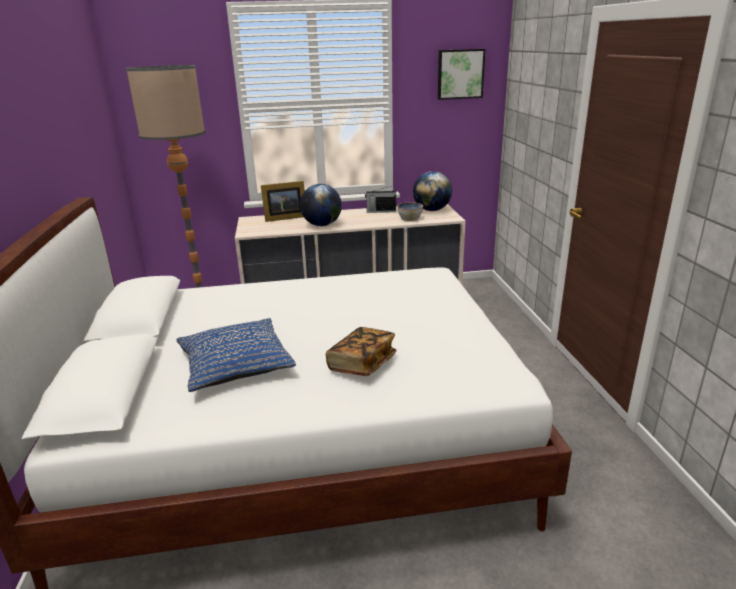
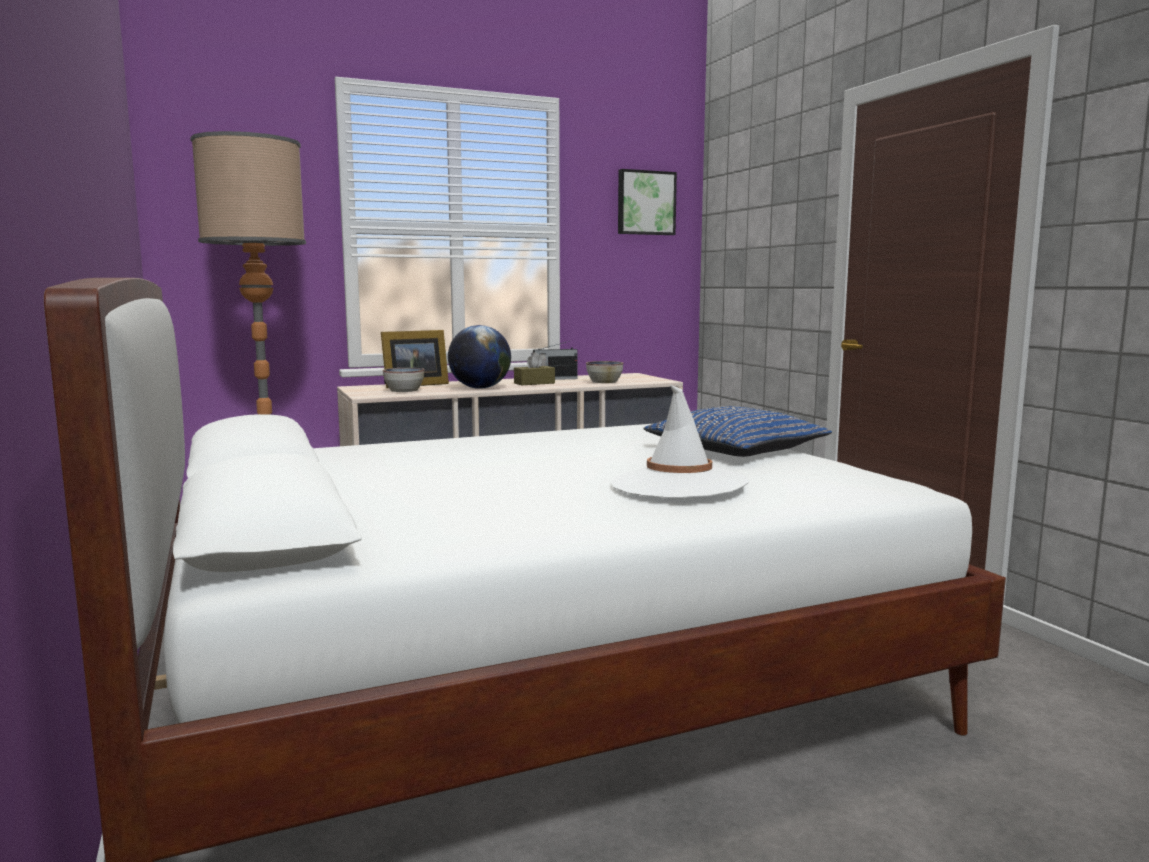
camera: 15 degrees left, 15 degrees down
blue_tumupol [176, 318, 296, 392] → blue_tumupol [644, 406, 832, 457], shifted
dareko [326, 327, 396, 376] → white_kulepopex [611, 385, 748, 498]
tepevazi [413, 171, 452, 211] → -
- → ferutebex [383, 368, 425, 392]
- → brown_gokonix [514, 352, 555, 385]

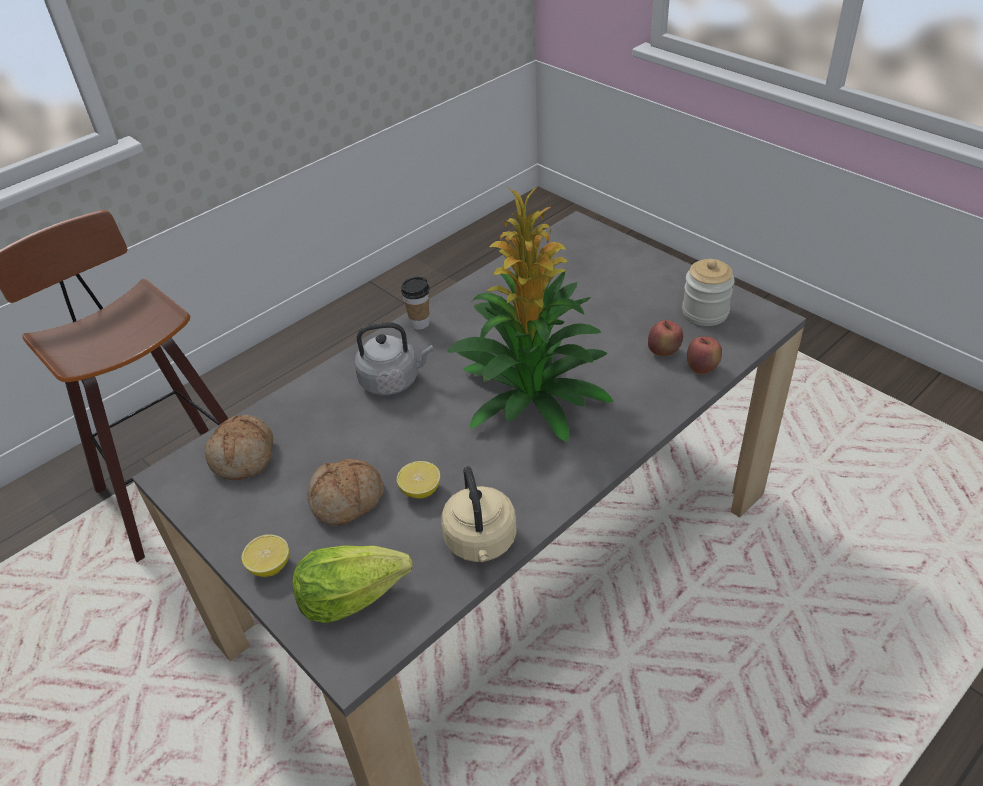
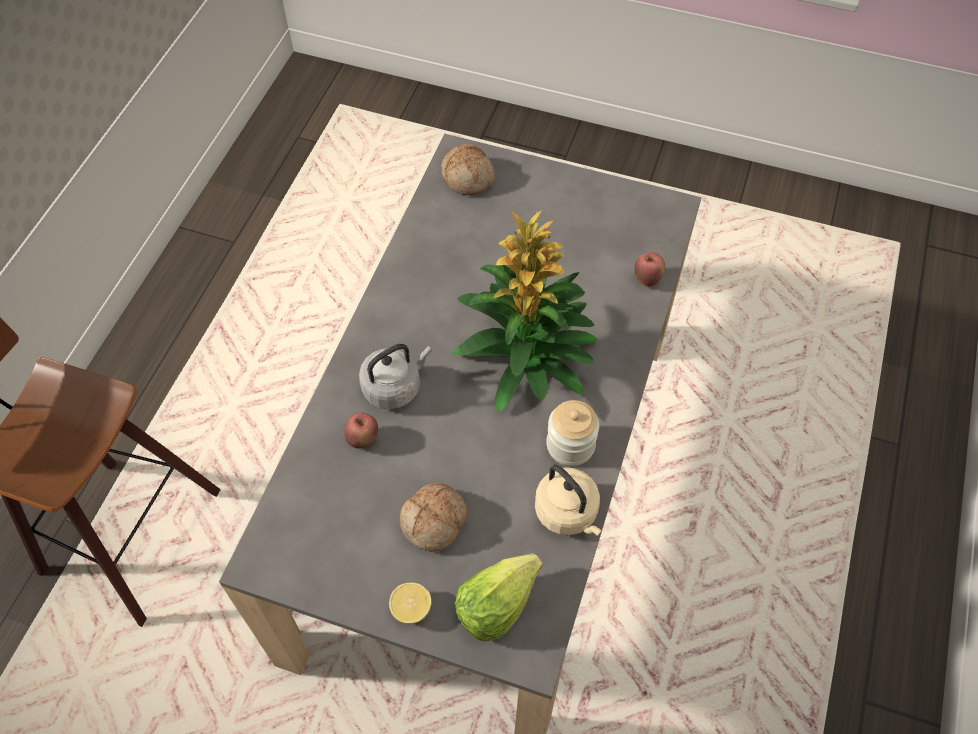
camera: 30 degrees left, 15 degrees up
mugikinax [205, 415, 273, 480] → mugikinax [441, 144, 495, 195], shifted
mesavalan [397, 461, 441, 499] → -
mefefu [401, 277, 430, 330] → -
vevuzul [648, 320, 683, 356] → vevuzul [344, 413, 378, 449], shifted
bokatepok [682, 259, 735, 326] → bokatepok [546, 400, 599, 466], shifted

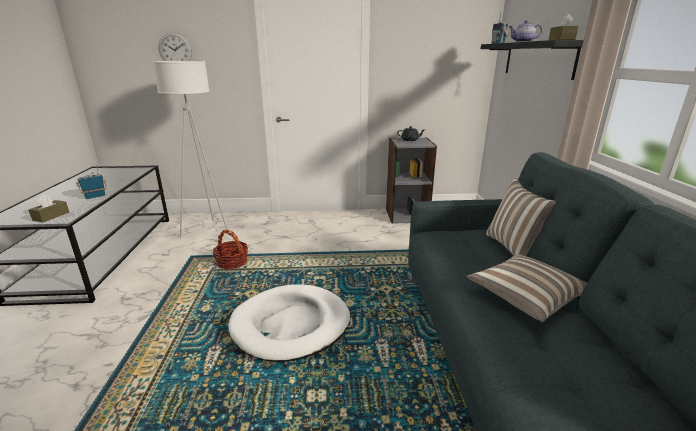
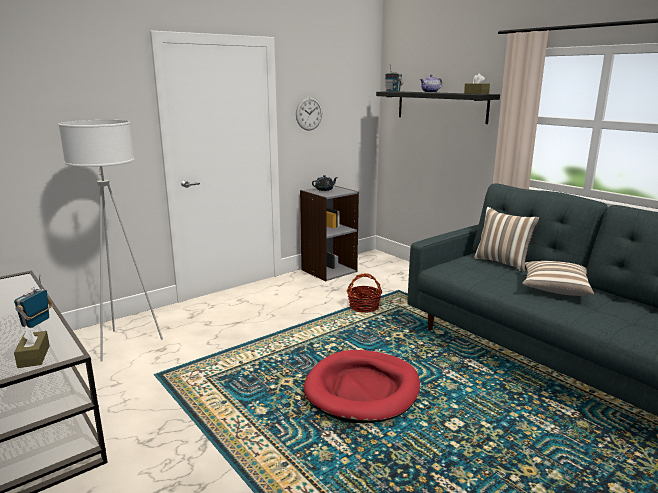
camera: 35 degrees left, 5 degrees down
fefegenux [158, 32, 192, 61] → fefegenux [296, 97, 322, 131], shifted
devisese [213, 230, 248, 270] → devisese [347, 273, 382, 313], shifted
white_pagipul [228, 284, 350, 362] → red_pagipul [304, 350, 420, 423]

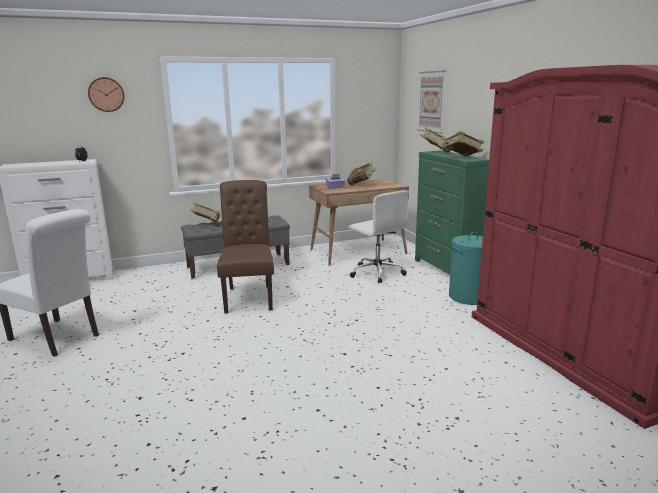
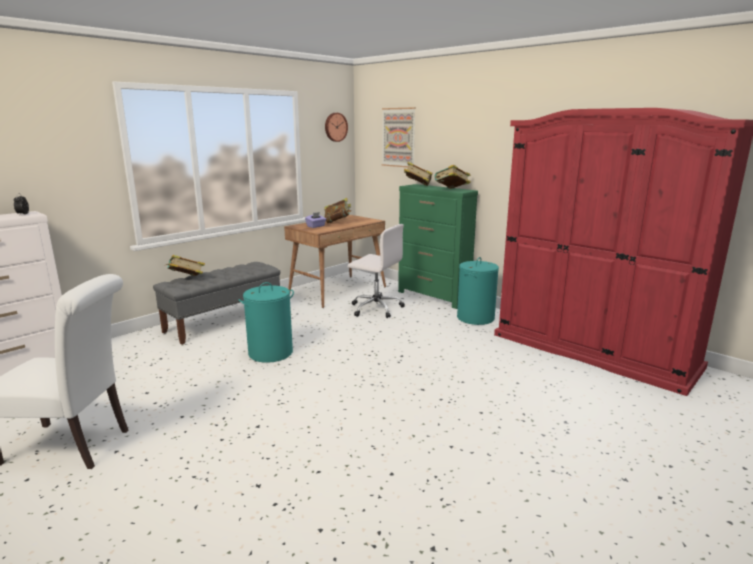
camera: 25 degrees left, 0 degrees up
fefegenux [88, 77, 125, 112] → fefegenux [325, 113, 348, 142], shifted
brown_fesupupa [217, 180, 274, 314] → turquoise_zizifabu [239, 282, 294, 363]

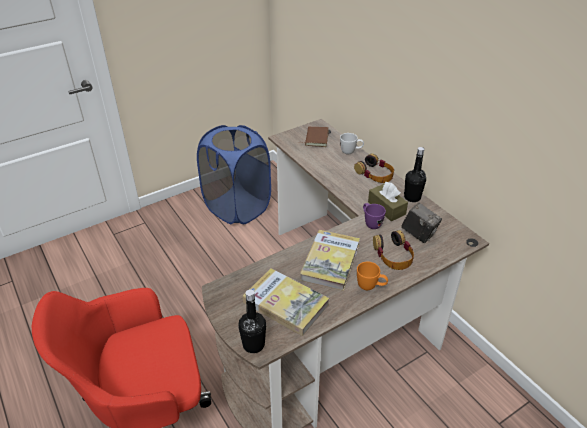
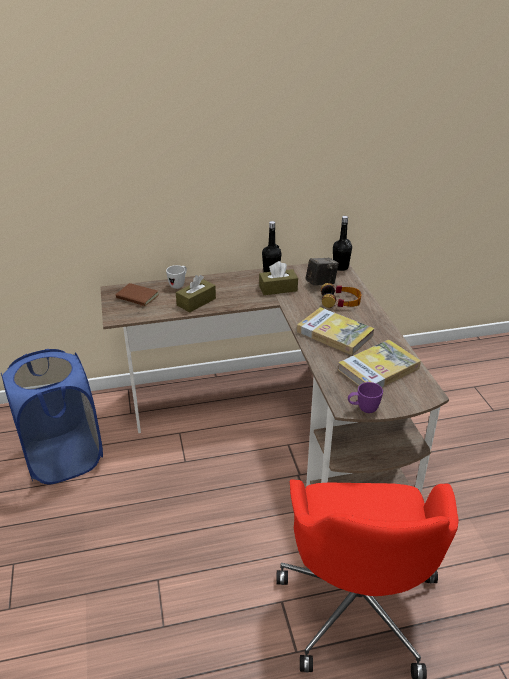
camera: 70 degrees left, 5 degrees down
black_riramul [238, 289, 266, 353] → black_riramul [333, 216, 352, 271], shifted
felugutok [354, 154, 394, 183] → -
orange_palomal [357, 261, 388, 290] → -
purple_palomal [363, 203, 386, 229] → purple_palomal [348, 382, 383, 413], shifted
- → brown_gokonix [176, 275, 216, 313]

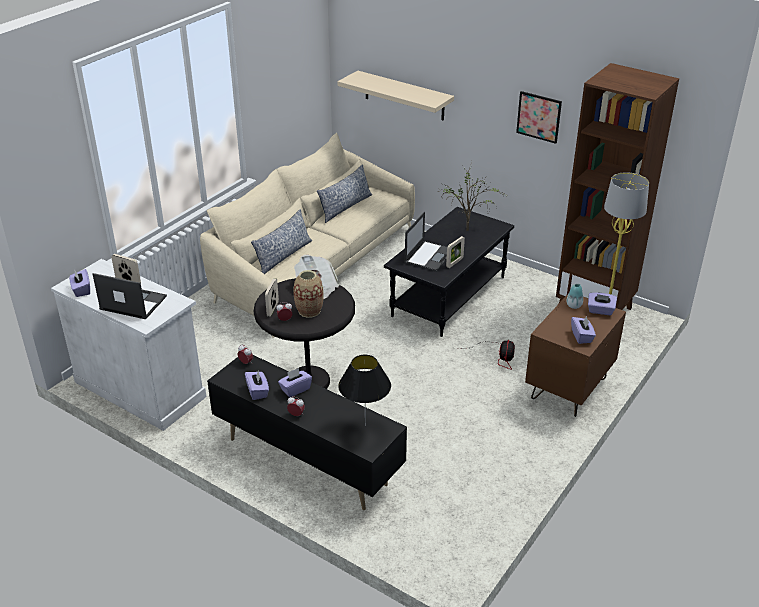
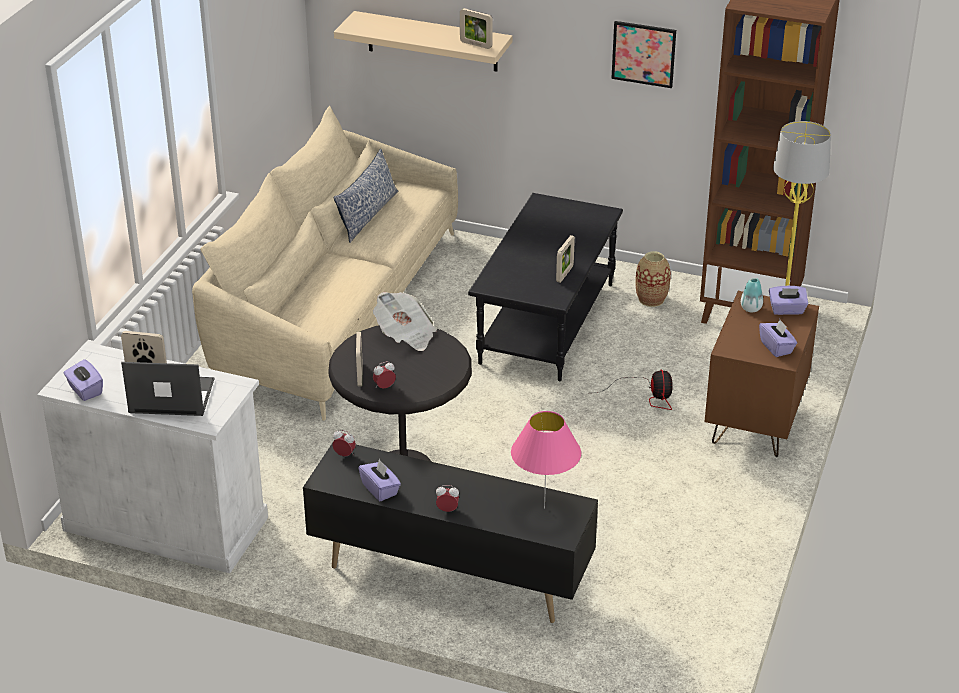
camera: 15 degrees left, 0 degrees up
tumupol [251, 209, 312, 274] → -
purple_gokonix [278, 368, 312, 397] → -
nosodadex [293, 270, 324, 318] → nosodadex [636, 251, 671, 307], shifted
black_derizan [338, 355, 391, 426] → pink_derizan [511, 411, 581, 509]
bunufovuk [404, 212, 447, 272] → -
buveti [438, 165, 507, 231] → -
- → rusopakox [460, 8, 492, 49]

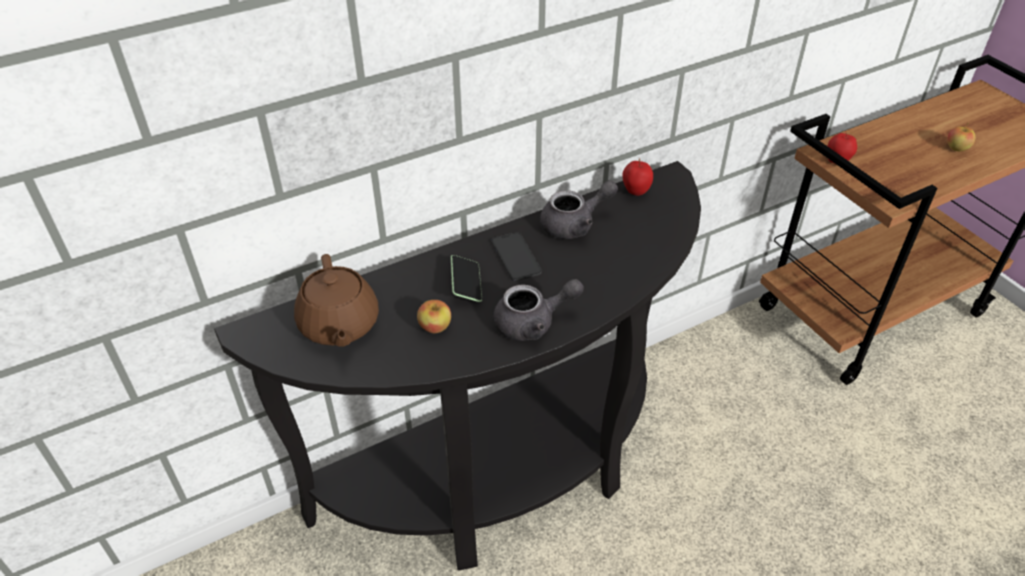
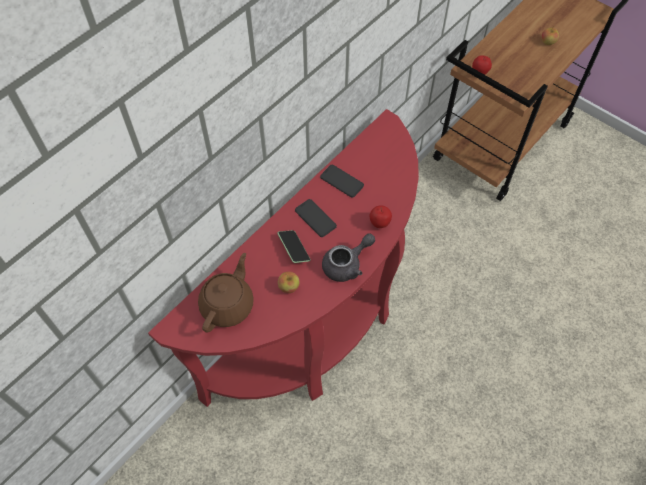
camera: 20 degrees left, 15 degrees up
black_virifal [214, 161, 701, 571] → red_virifal [148, 109, 419, 407]
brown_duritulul [294, 254, 379, 347] → brown_duritulul [198, 253, 254, 333], 120 degrees counterclockwise
grey_duritulul [540, 180, 618, 239] → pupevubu [320, 165, 364, 198]
vevuzul [623, 158, 653, 196] → vevuzul [370, 205, 392, 228], shifted

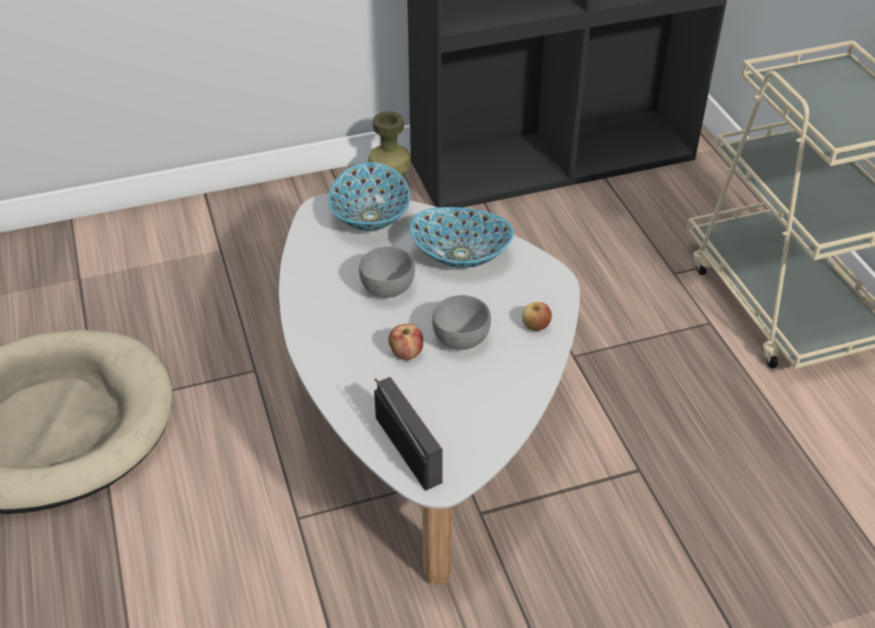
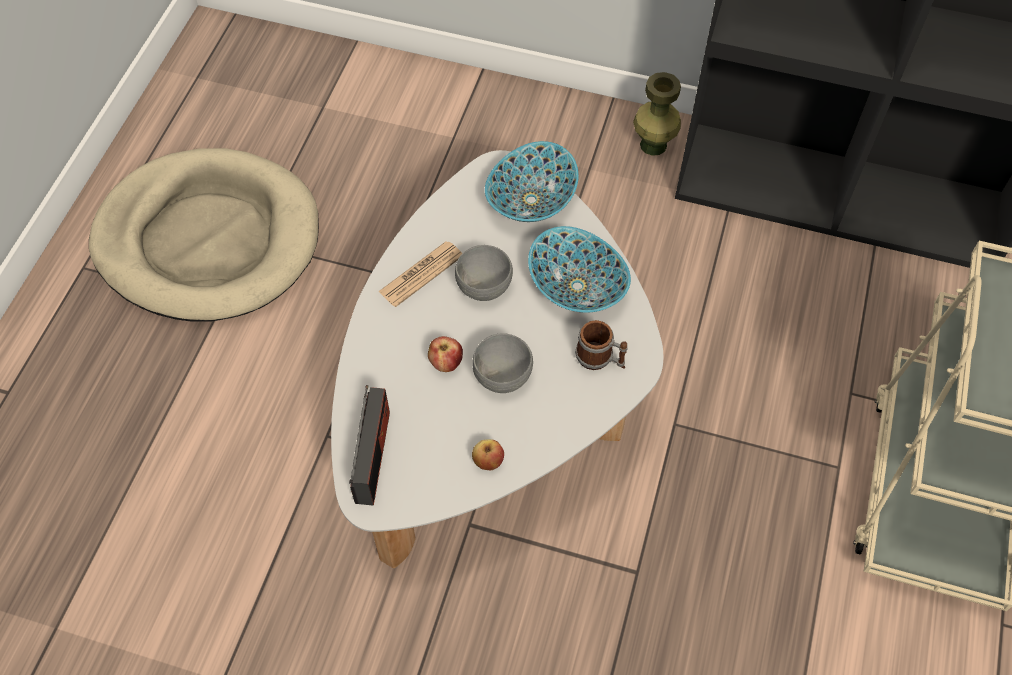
camera: 35 degrees right, 15 degrees up
vevuzul [522, 302, 552, 331] → vevuzul [472, 439, 504, 470], shifted
- → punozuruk [378, 241, 463, 307]
- → palomal [575, 320, 628, 370]

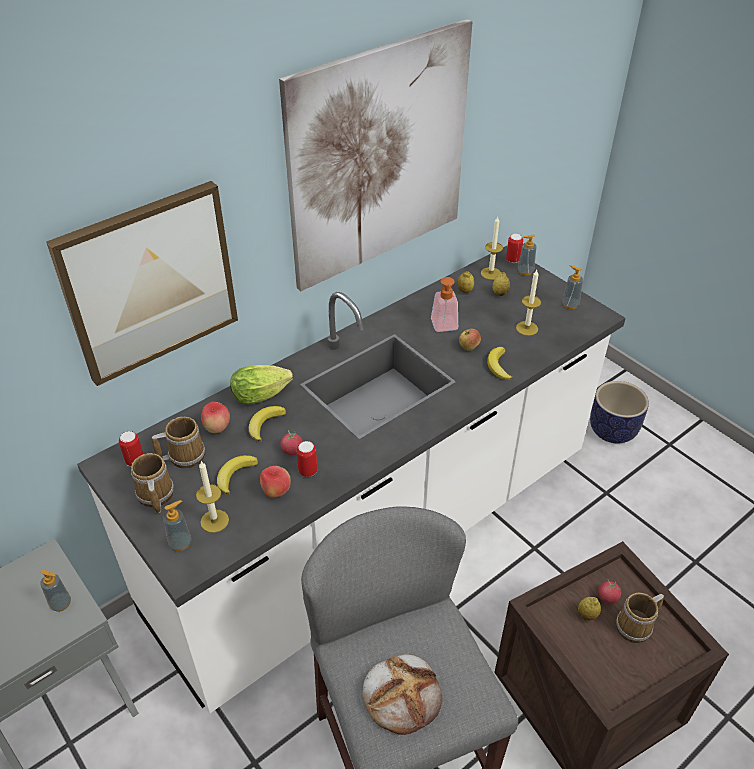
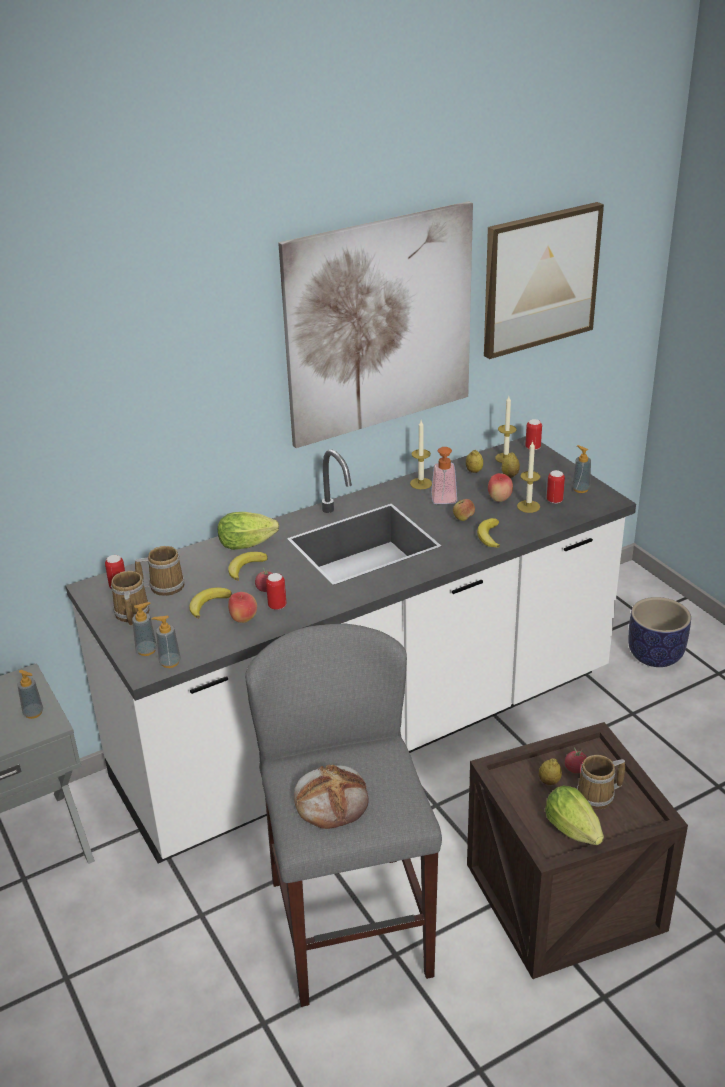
camera: 10 degrees right, 10 degrees down
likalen [46, 181, 238, 386] → likalen [484, 202, 604, 359], shifted
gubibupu [196, 461, 229, 533] → gubibupu [410, 420, 432, 489], shifted
vevuzul [201, 402, 230, 433] → vevuzul [488, 473, 513, 502], shifted
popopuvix [518, 234, 537, 276] → popopuvix [152, 616, 181, 668], shifted
- → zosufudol [545, 786, 604, 845]
- → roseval [547, 470, 565, 504]

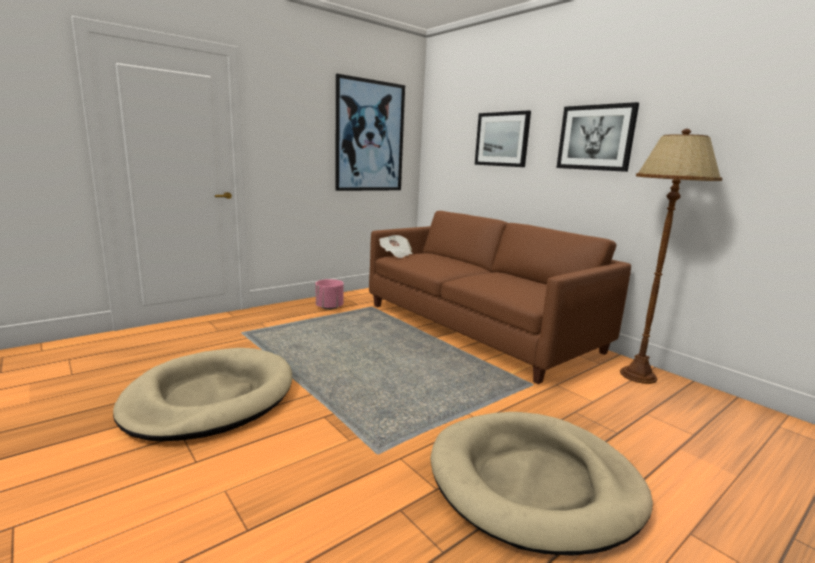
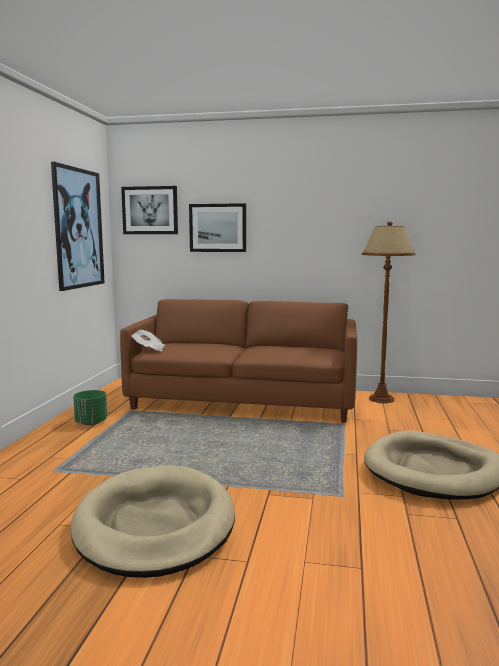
camera: 40 degrees left, 5 degrees down
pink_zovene [316, 279, 344, 310] → green_zovene [73, 390, 107, 425]
likalen [557, 102, 639, 172] → likalen [121, 186, 178, 234], shifted

